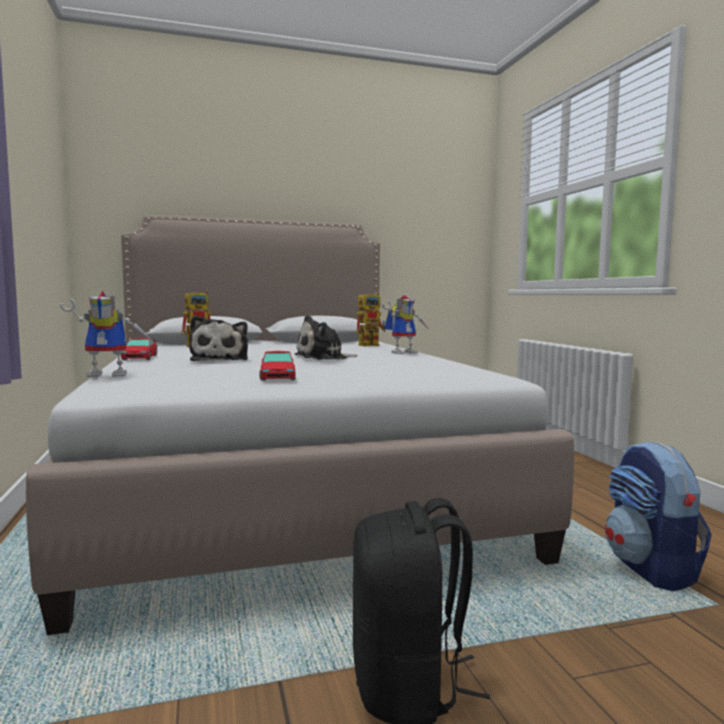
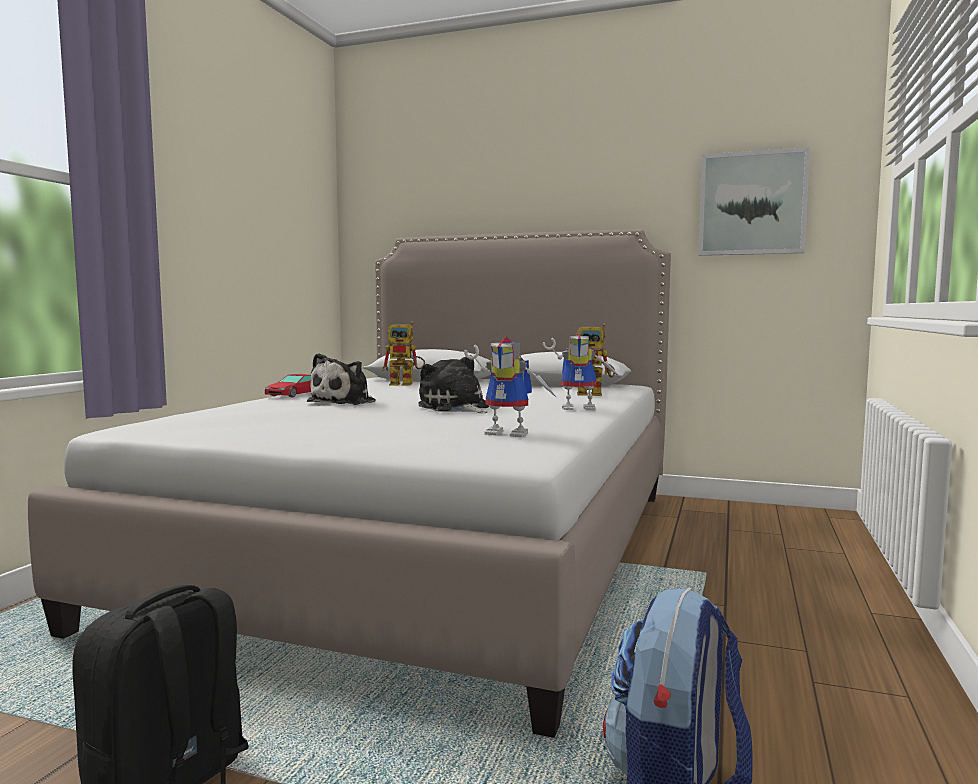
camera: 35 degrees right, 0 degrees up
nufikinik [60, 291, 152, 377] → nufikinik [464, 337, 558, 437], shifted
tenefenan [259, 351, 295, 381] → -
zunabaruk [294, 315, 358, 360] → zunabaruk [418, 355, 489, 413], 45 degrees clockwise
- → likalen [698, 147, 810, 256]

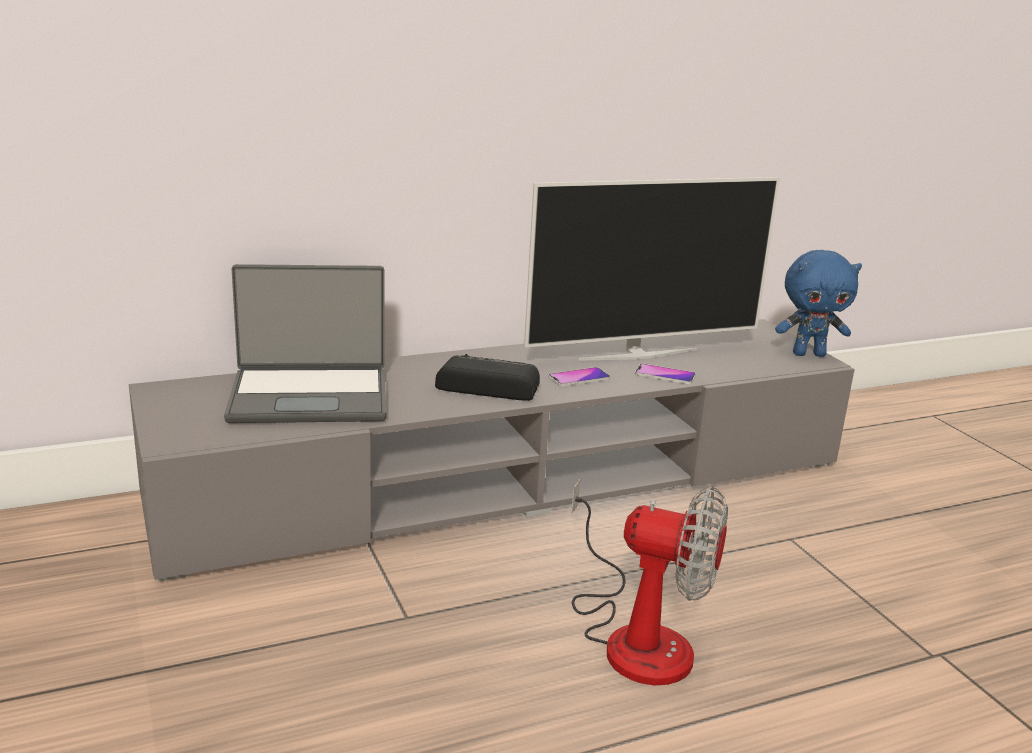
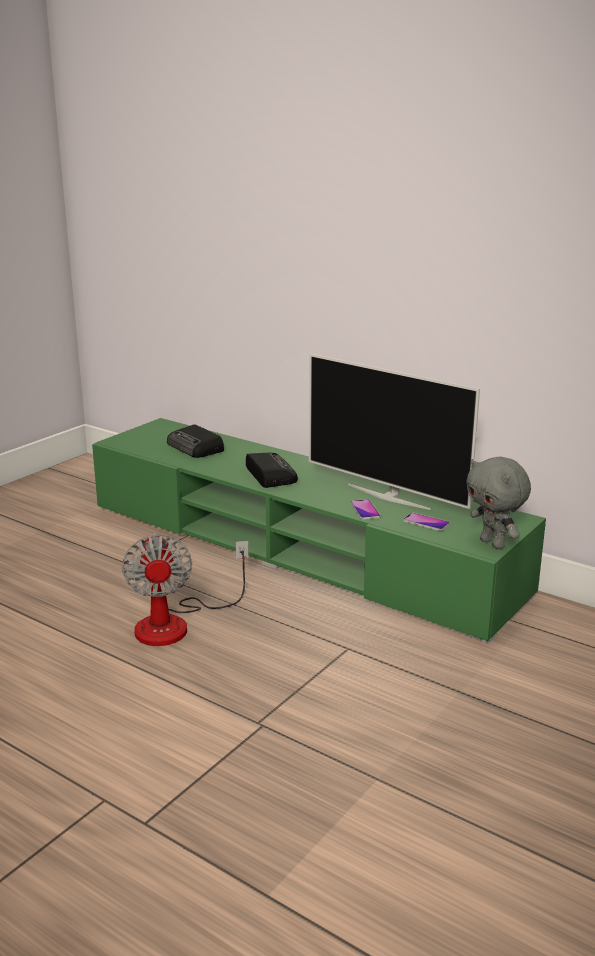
camera: 60 degrees right, 0 degrees up
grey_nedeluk [129, 319, 855, 582] → green_nedeluk [92, 418, 546, 643]
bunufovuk [224, 264, 387, 423] → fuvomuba [167, 424, 224, 458]
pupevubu [548, 367, 610, 387] → pupevubu [403, 513, 450, 531], shifted
blue_zunabaruk [775, 250, 862, 357] → grey_zunabaruk [466, 457, 531, 549]

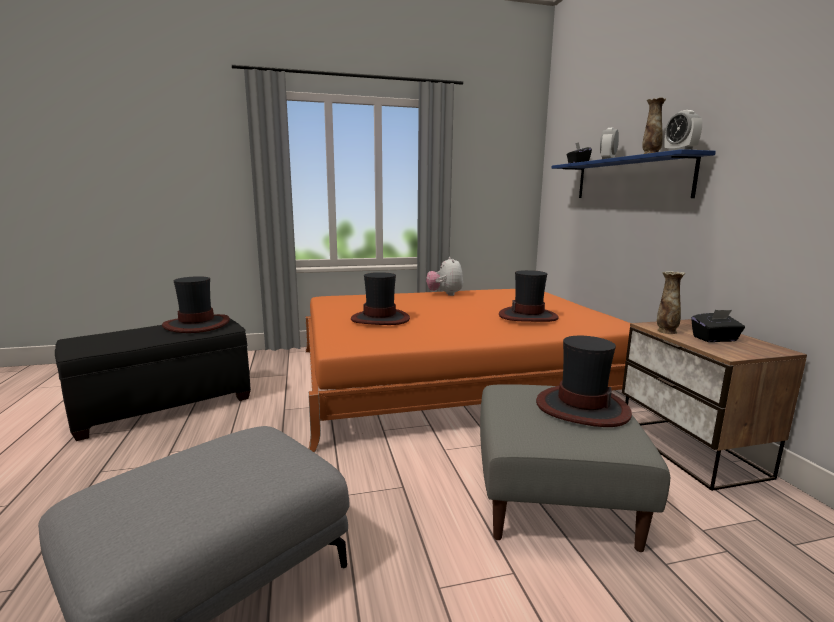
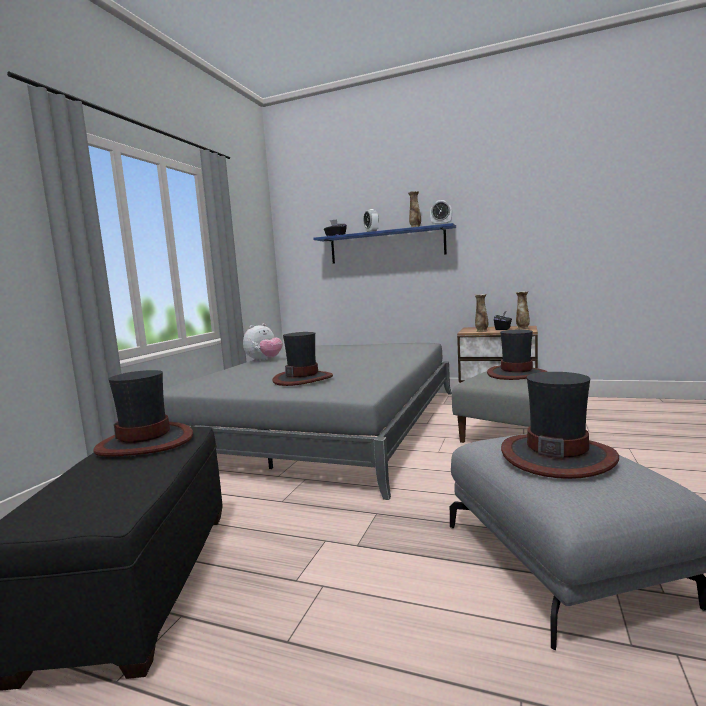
camera: 55 degrees left, 5 degrees down
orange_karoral [306, 289, 630, 452] → grey_karoral [163, 343, 452, 500]
zunabaruk [426, 257, 463, 296] → zunabaruk [243, 323, 283, 362], 75 degrees counterclockwise
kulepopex [499, 270, 558, 322] → kulepopex [501, 372, 619, 479], shifted
- → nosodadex [516, 291, 530, 329]

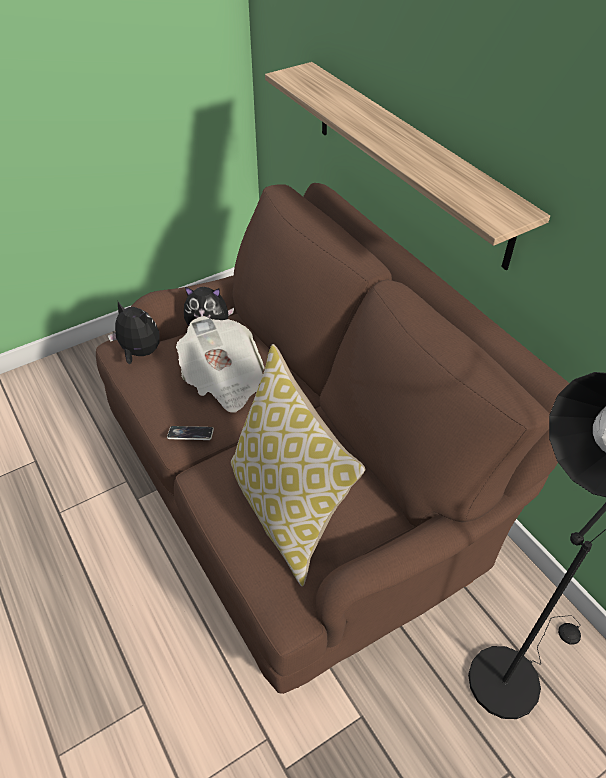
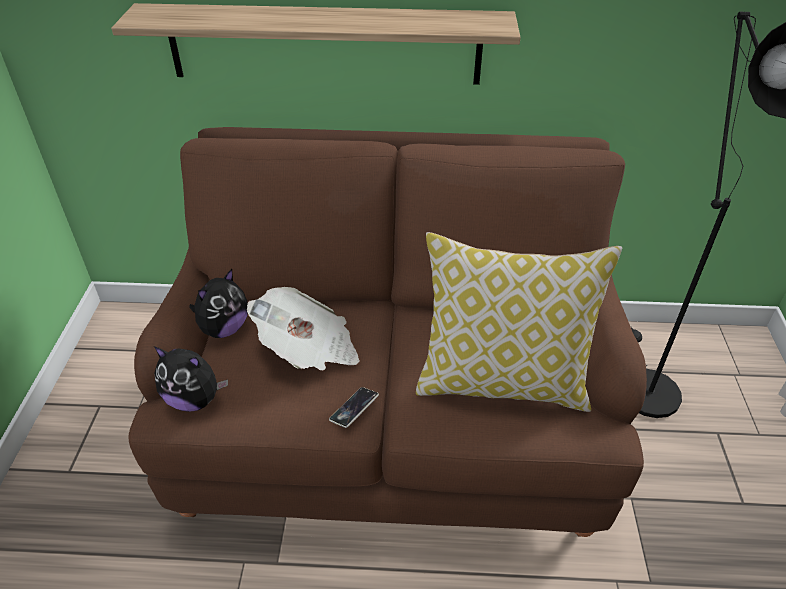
camera: 55 degrees left, 5 degrees down
zunabaruk [108, 302, 160, 364] → zunabaruk [154, 346, 228, 412], 135 degrees counterclockwise

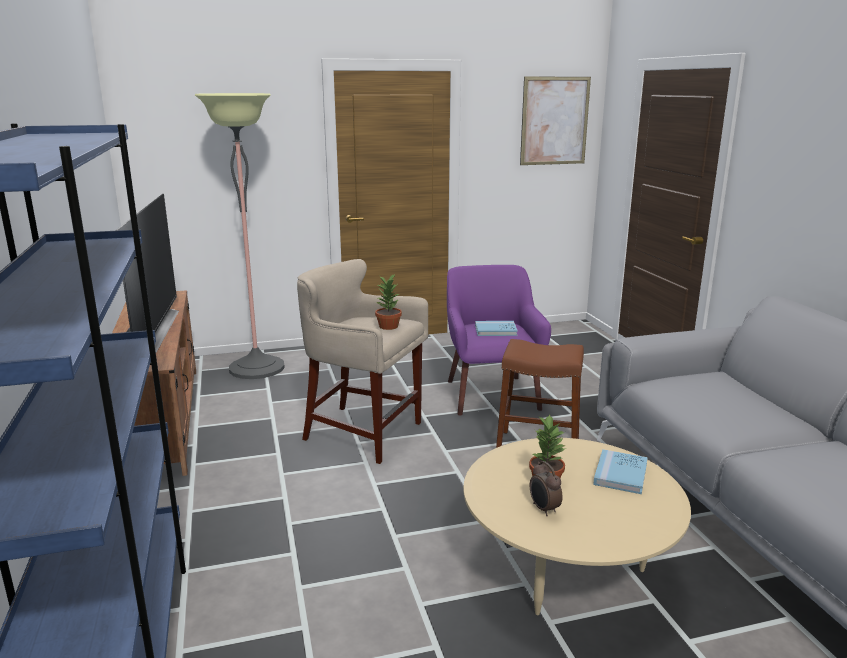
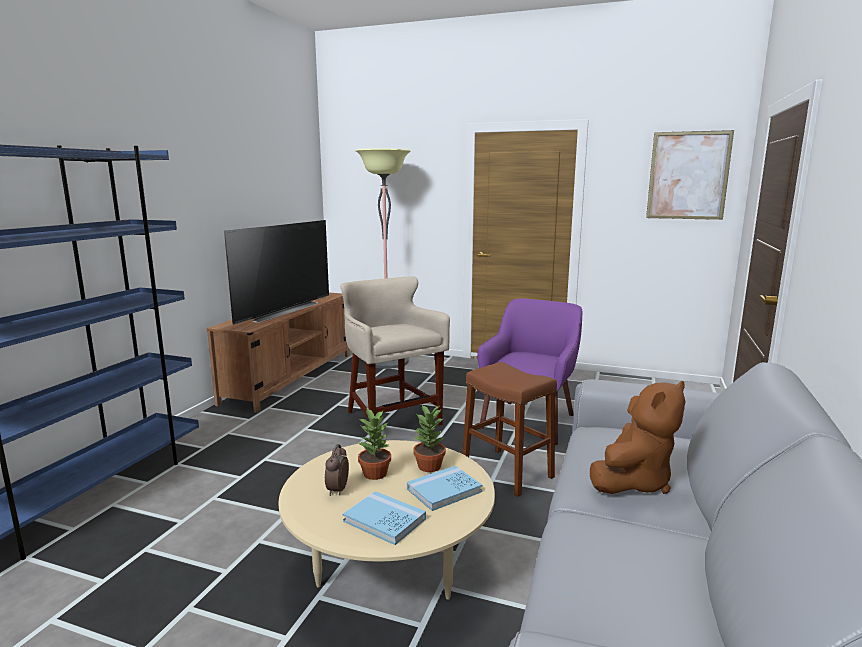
camera: 35 degrees right, 5 degrees down
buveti [375, 273, 402, 330] → buveti [414, 405, 446, 472], shifted
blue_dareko [475, 321, 518, 336] → blue_dareko [343, 491, 426, 545], shifted
- → brown_zunabaruk [590, 381, 686, 494]

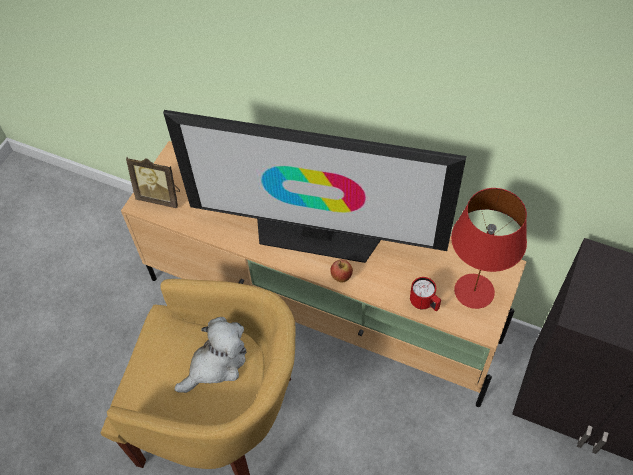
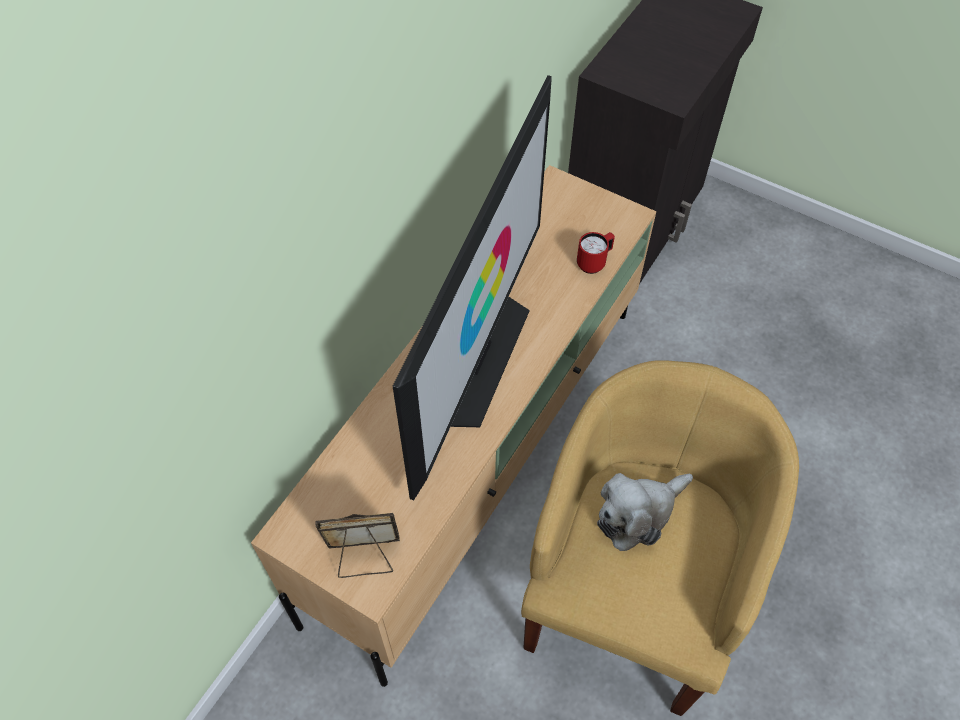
camera: 85 degrees left, 0 degrees up
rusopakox [126, 157, 180, 208] → rusopakox [316, 513, 400, 578], 120 degrees counterclockwise
zunabaruk [175, 317, 247, 393] → zunabaruk [597, 473, 693, 551], 90 degrees counterclockwise
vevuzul [330, 259, 353, 283] → -
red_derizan [451, 188, 527, 309] → -

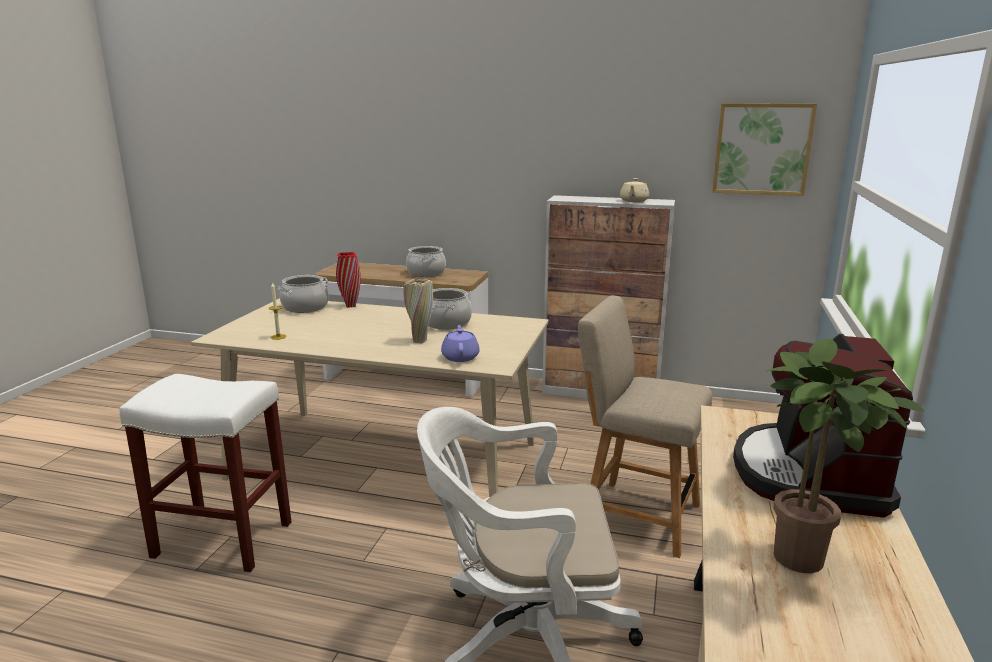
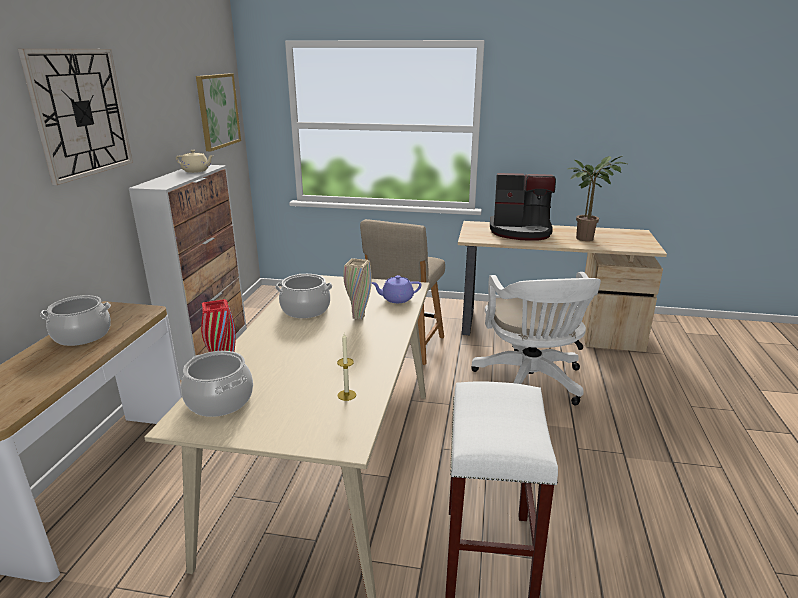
camera: 95 degrees left, 5 degrees up
- → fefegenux [18, 49, 133, 185]

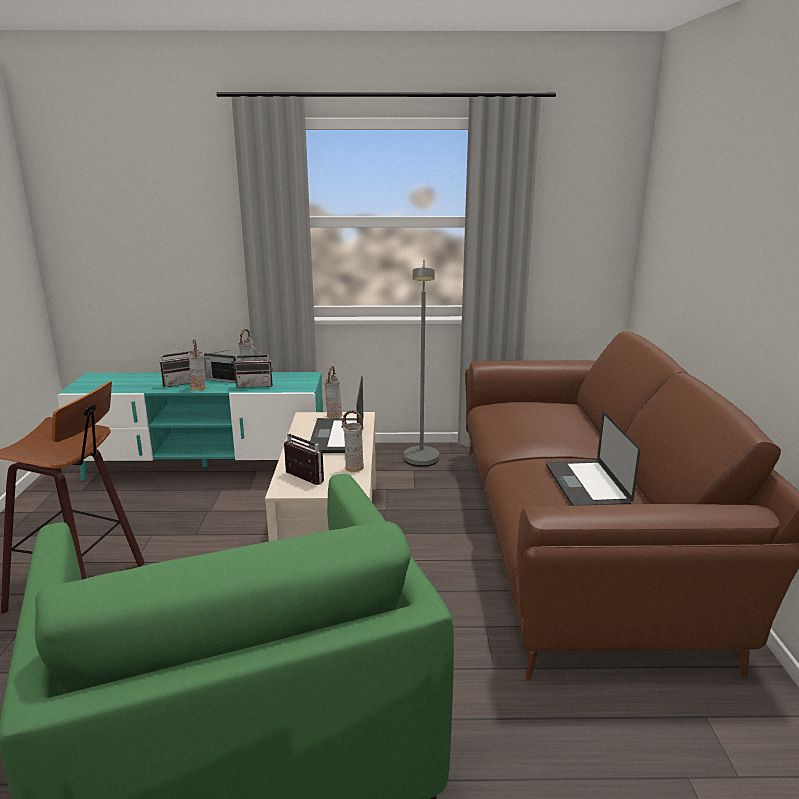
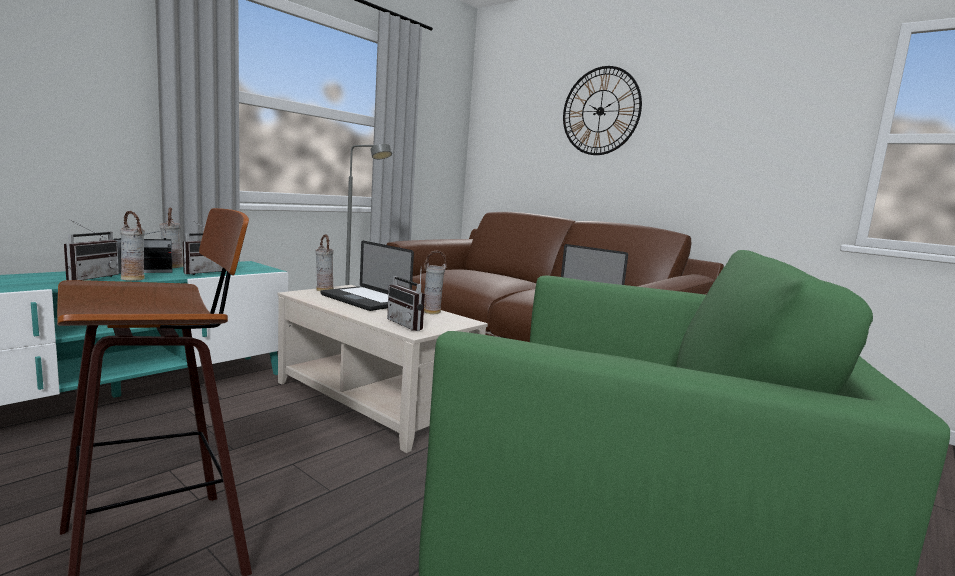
camera: 50 degrees left, 10 degrees down
fuvomuba [284, 433, 324, 485] → fuvomuba [387, 266, 425, 331], 120 degrees counterclockwise
- → fefegenux [563, 66, 642, 155]

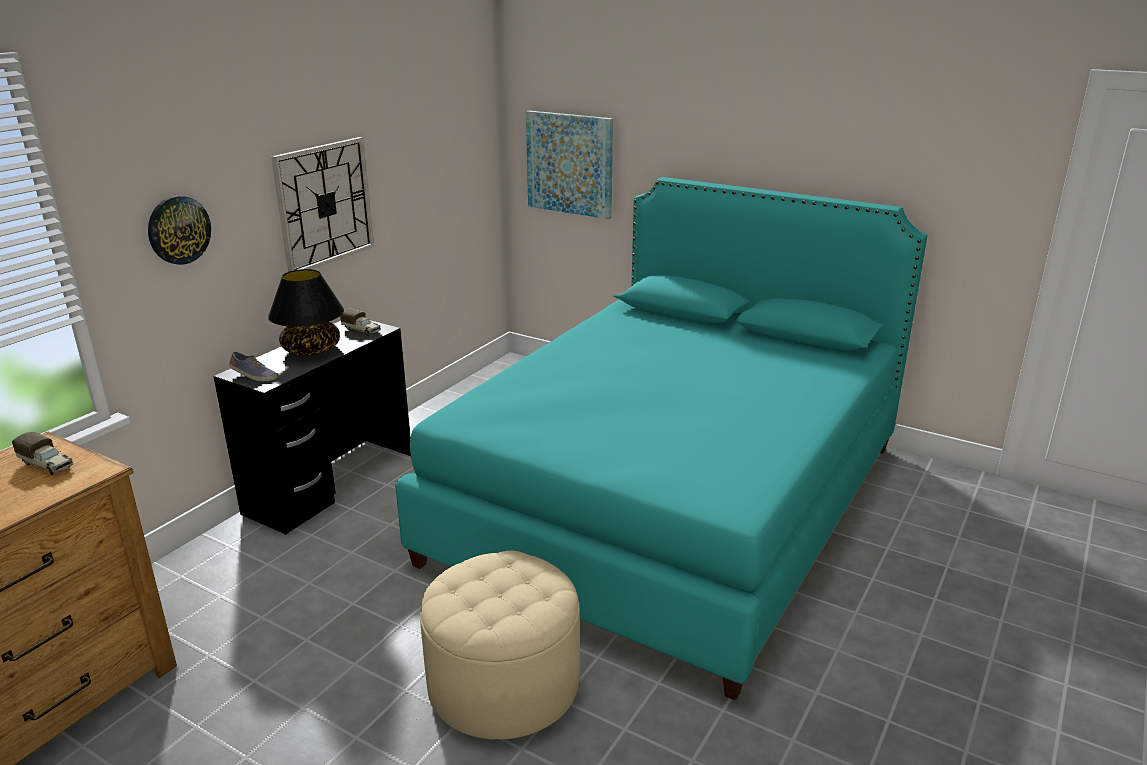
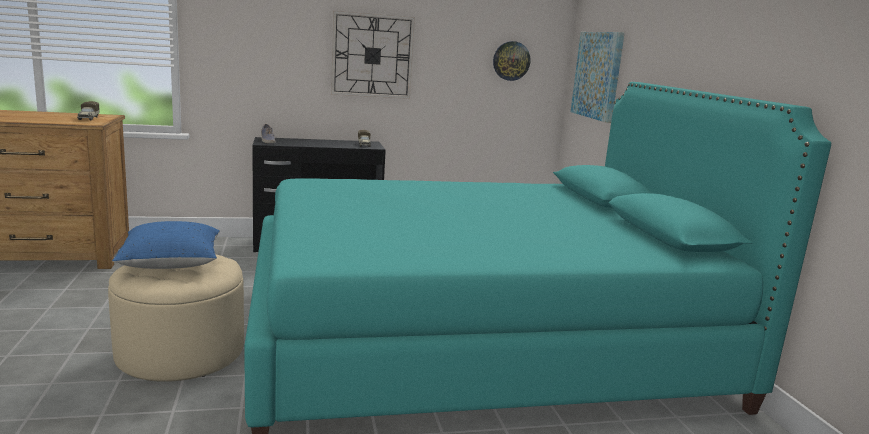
camera: 45 degrees right, 10 degrees down
fefegenux [148, 196, 211, 265] → fefegenux [493, 41, 530, 81], shifted
black_derizan [268, 269, 344, 356] → -
- → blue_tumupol [112, 221, 220, 269]

